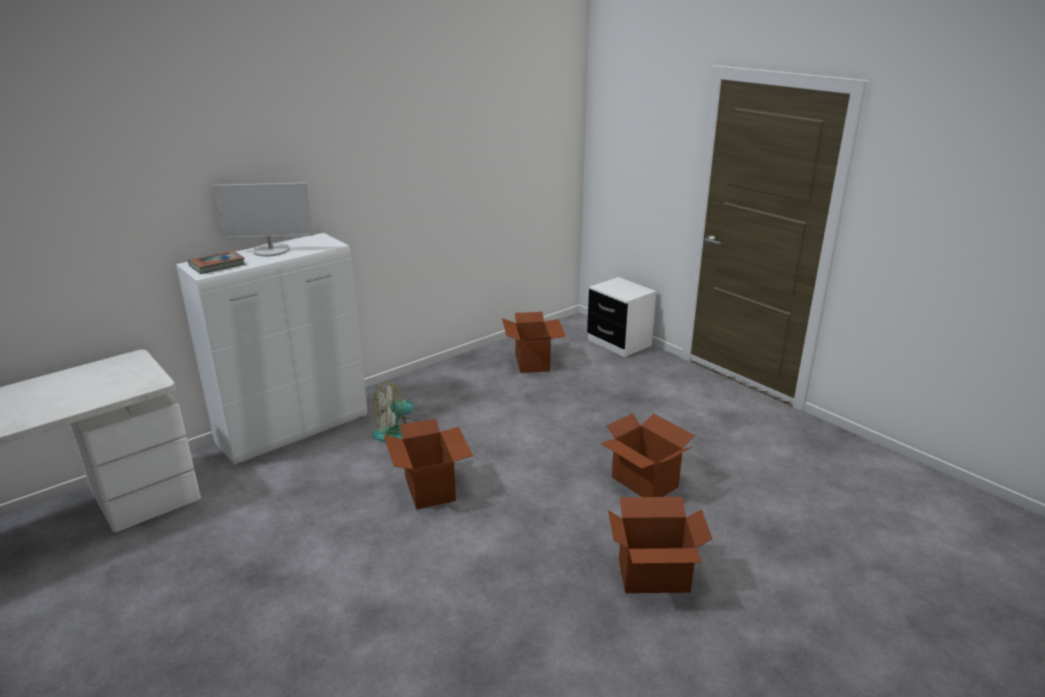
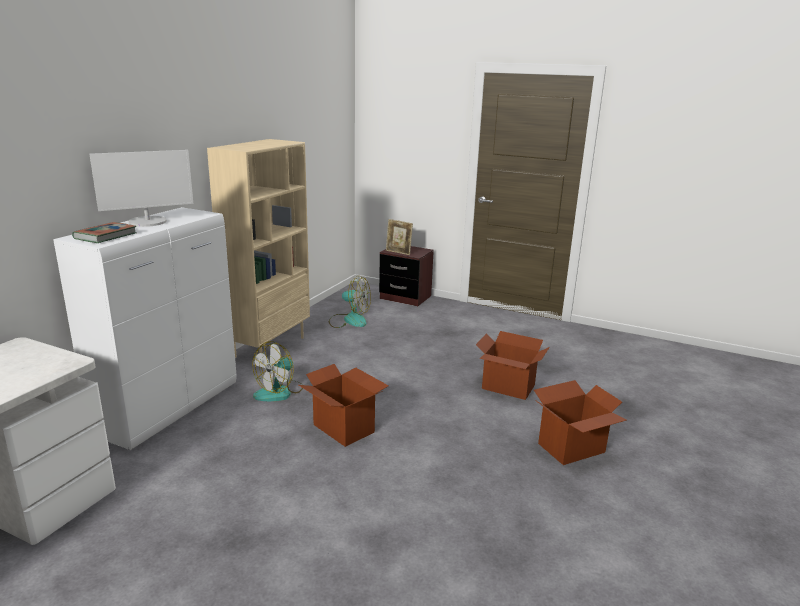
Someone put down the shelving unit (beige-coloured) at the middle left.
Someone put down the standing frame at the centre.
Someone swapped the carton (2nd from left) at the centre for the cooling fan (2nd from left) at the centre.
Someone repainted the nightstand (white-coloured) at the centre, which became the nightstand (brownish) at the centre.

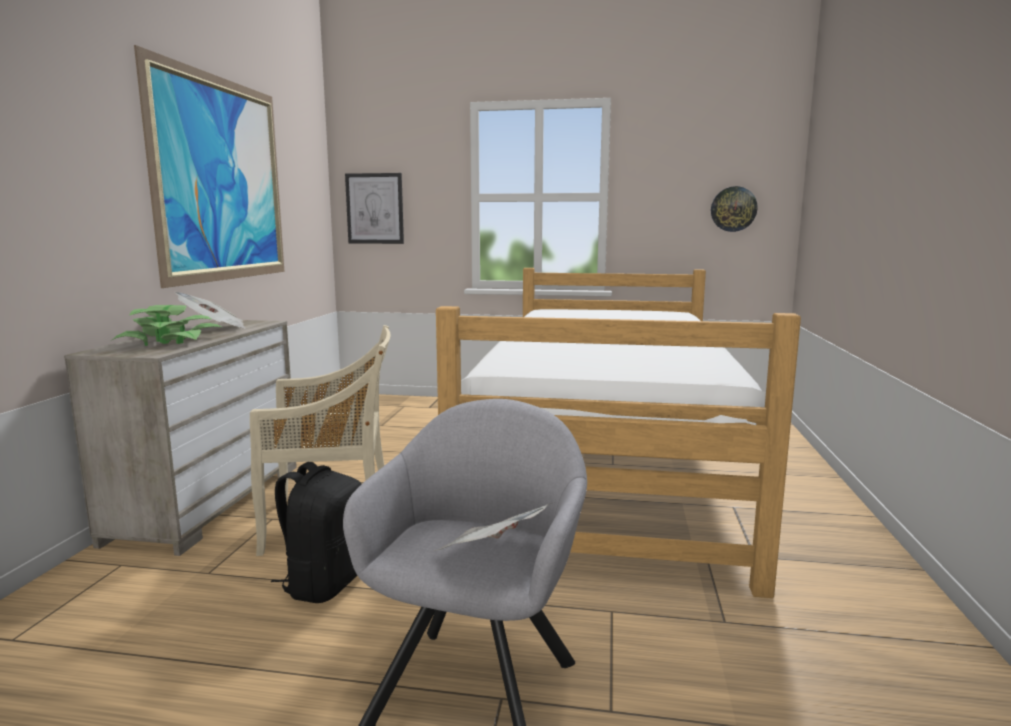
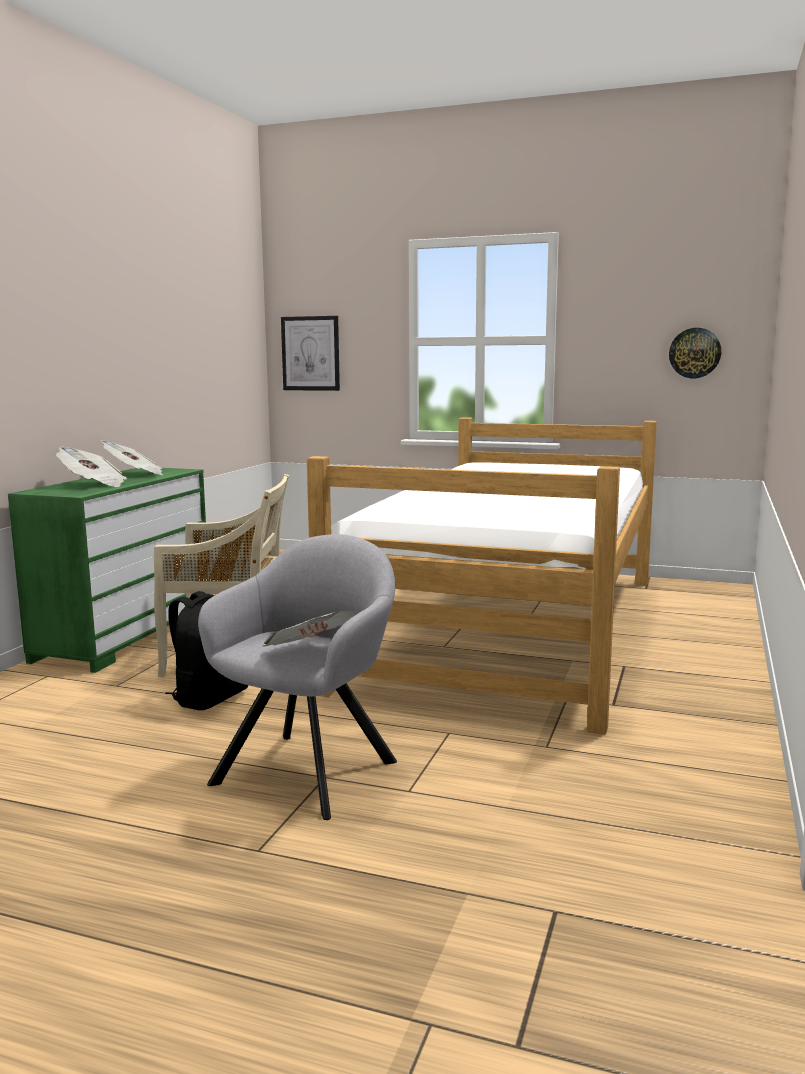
Someone took away the wall art (1st from left) at the top left.
Someone swapped the plant in a pot at the middle left for the daily paper (1st from left) at the middle left.
Someone repainted the chest of drawers (beige-coloured) at the middle left, which became the chest of drawers (green) at the middle left.

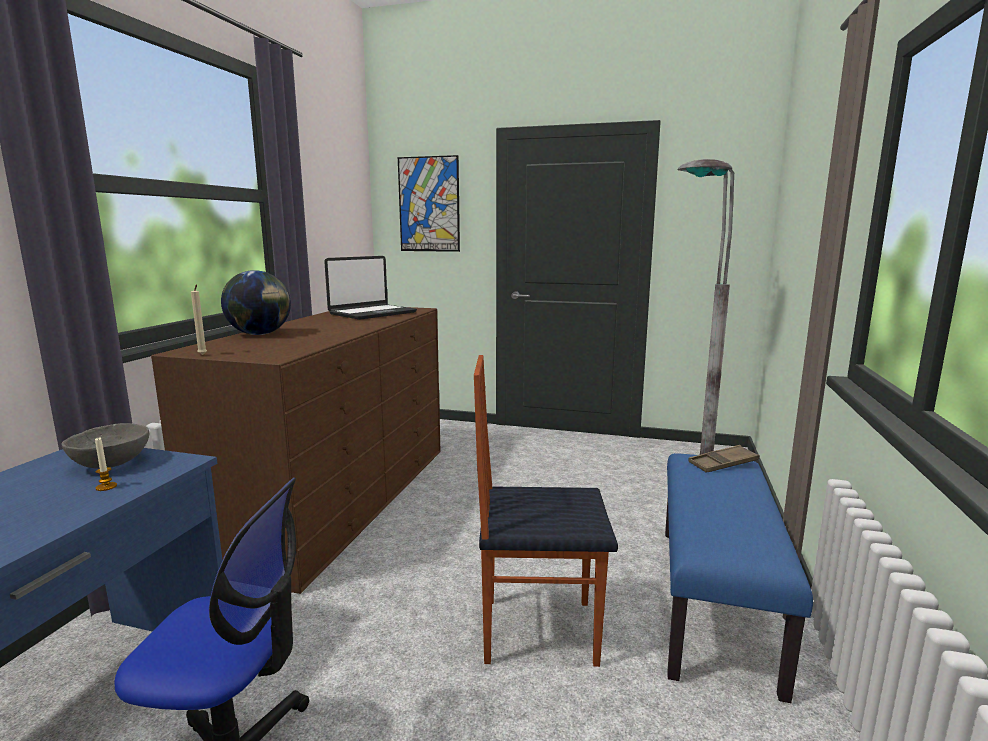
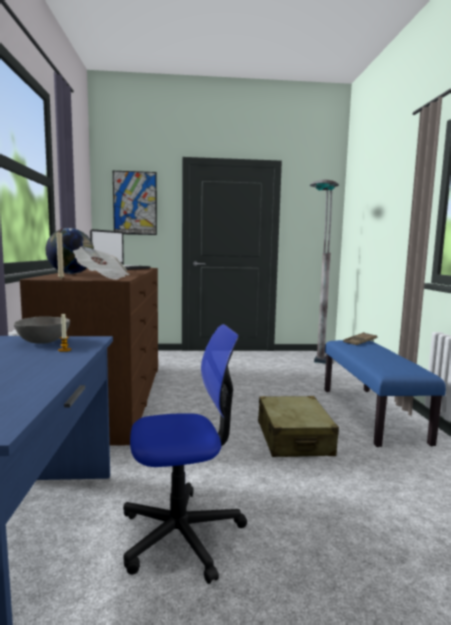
Someone put down the daily paper at the middle left.
Someone swapped the upright chair at the bottom centre for the piece of luggage (beige-coloured) at the bottom centre.

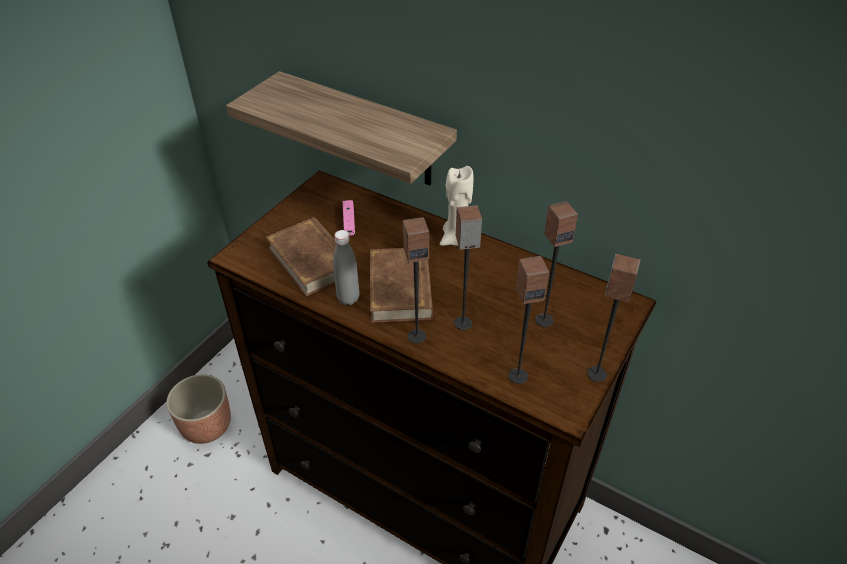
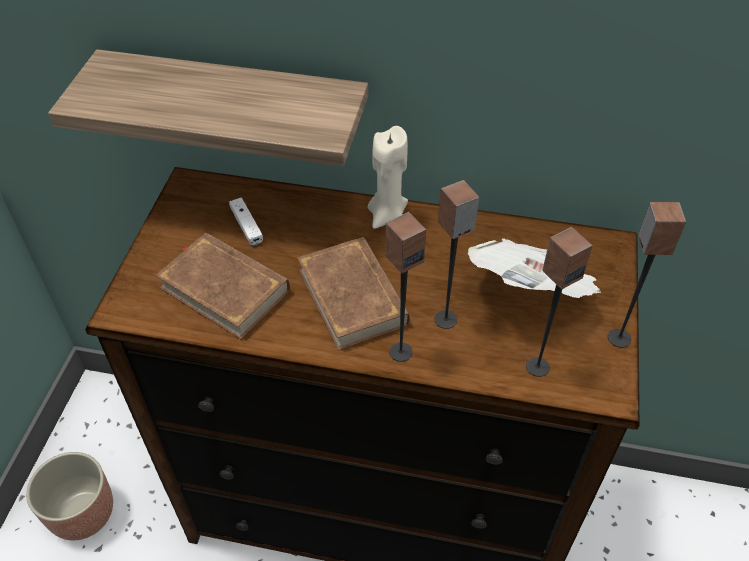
Someone took away the bottle (grey) at the centre.
Someone swapped the audio speaker (4th from left) at the centre for the daily paper at the middle right.
Someone repainted the game controller (pink) at the centre, which became the game controller (white-coloured) at the middle left.

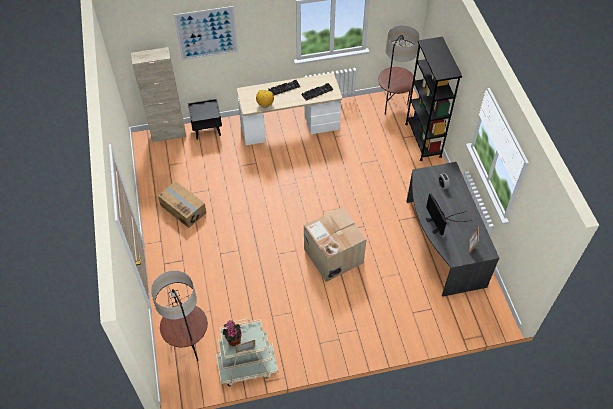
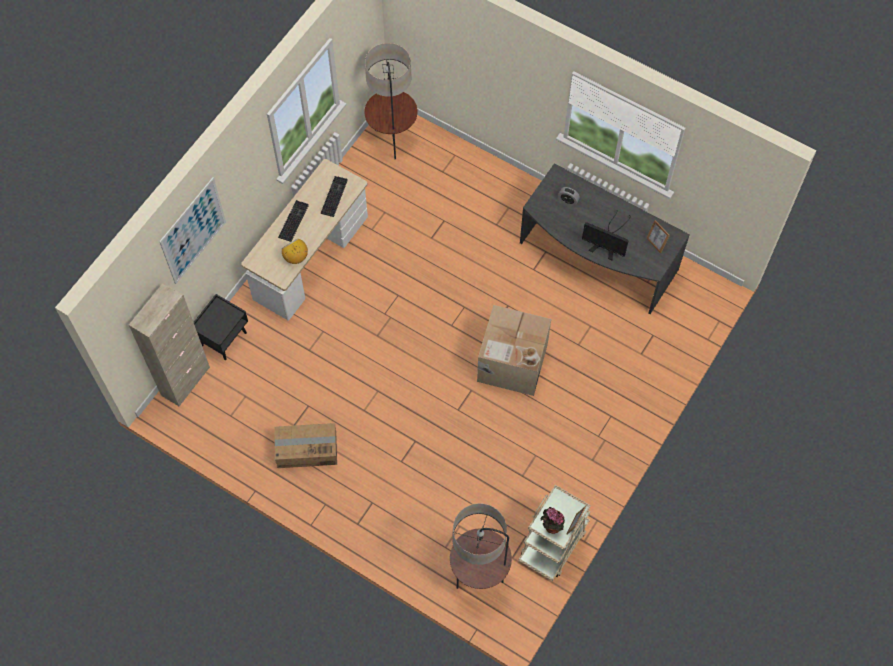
Someone took away the shelving unit (black-coloured) at the top right.

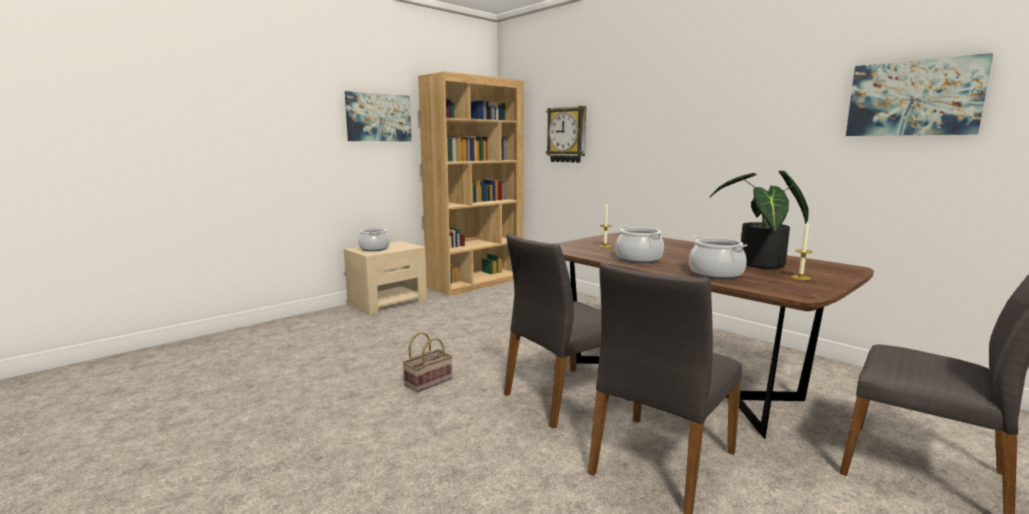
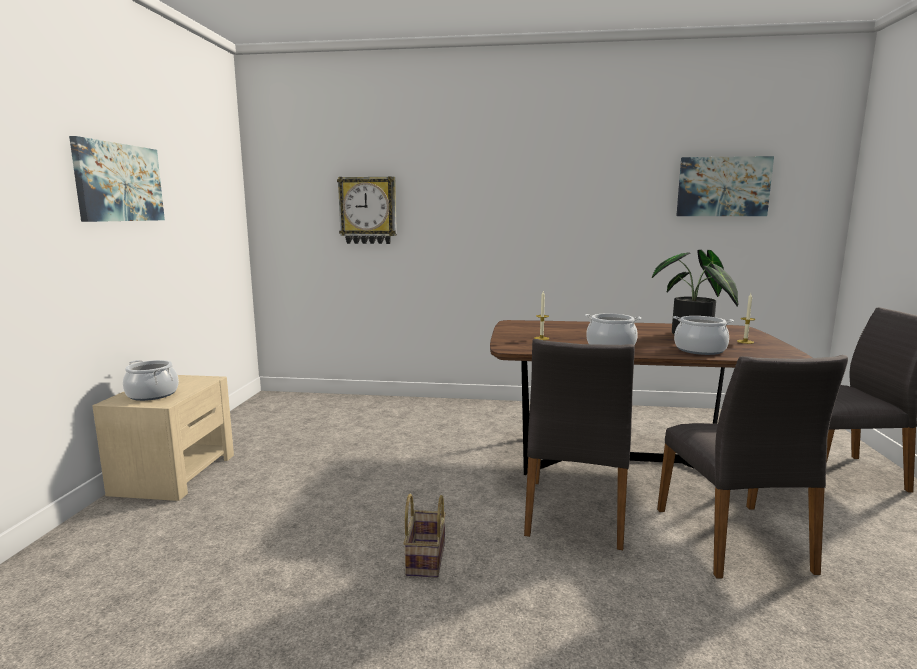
Someone took away the shelving unit (brownish) at the centre.

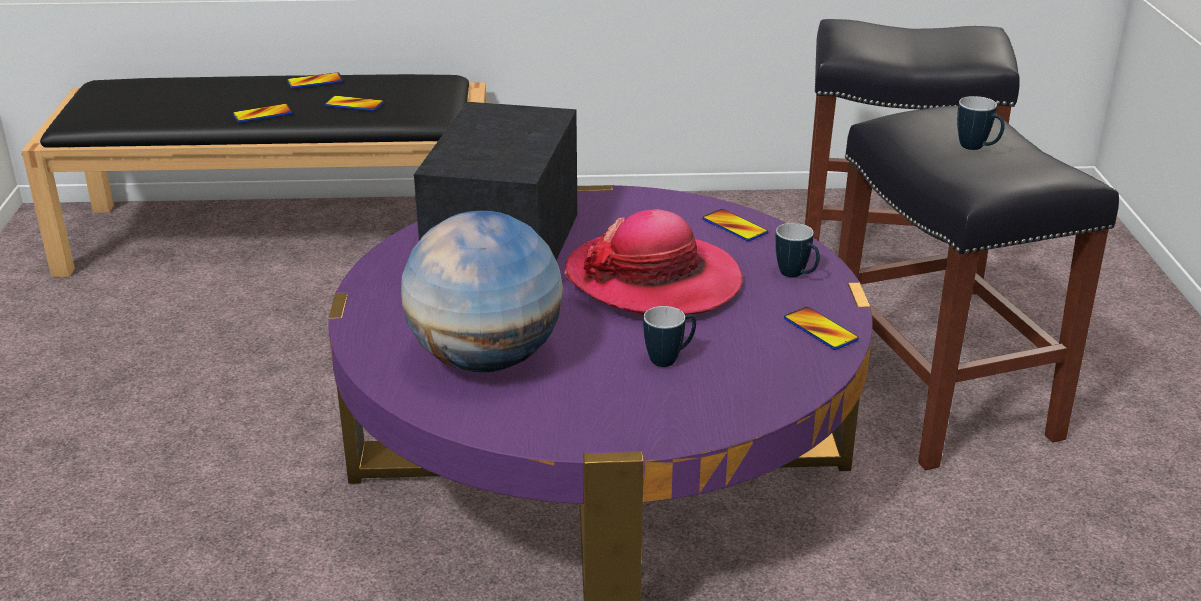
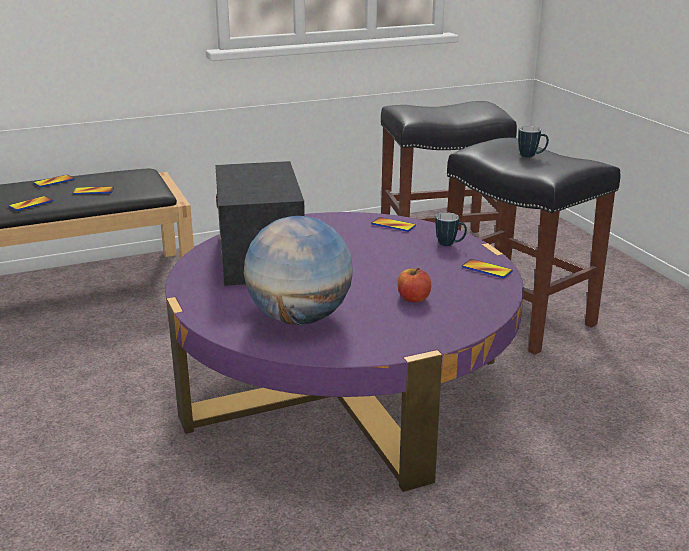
Someone took away the clothing hat at the centre.
Someone swapped the mug (1st from left) at the centre for the whole apple at the centre.

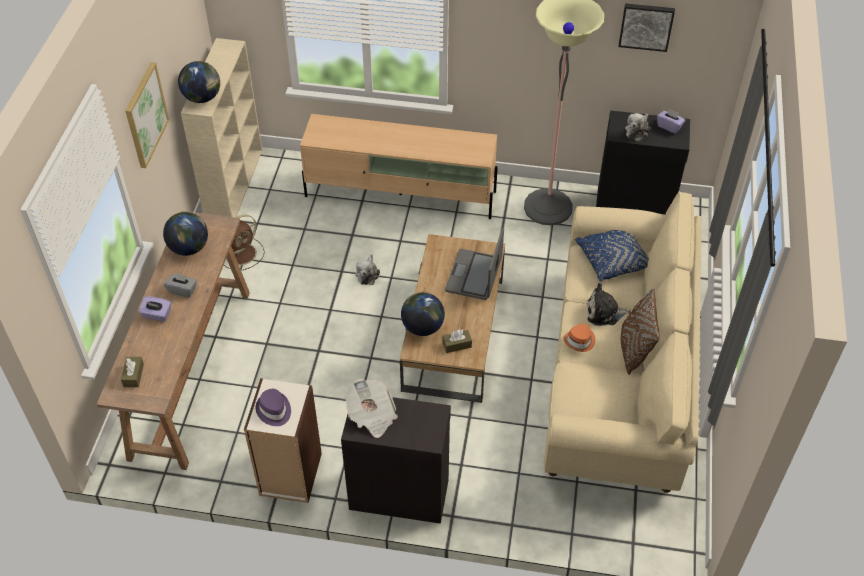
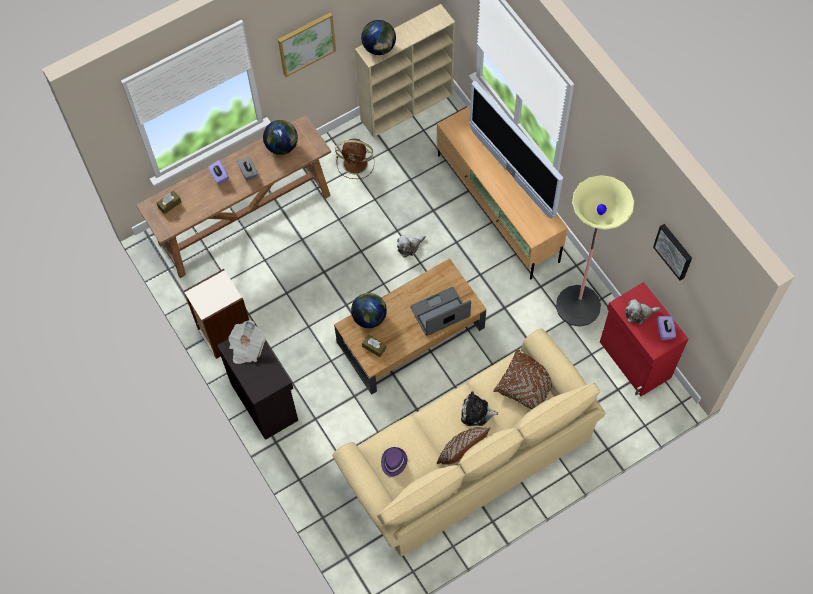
Someone took away the clothing hat (orange) at the middle right.
Someone put down the TV set at the top centre.
Someone carried the clothing hat (purplish) from the bottom left to the bottom centre.
Someone repainted the pillow (bluish) at the middle right, which became the pillow (brownish) (2nd from left) at the centre.
Someone repainted the storage cabinet (black-coloured) (2nd from left) at the top right, which became the storage cabinet (red) at the middle right.
Someone rotated the soft toy (2nd from left) at the middle right by 45 degrees counterclockwise.

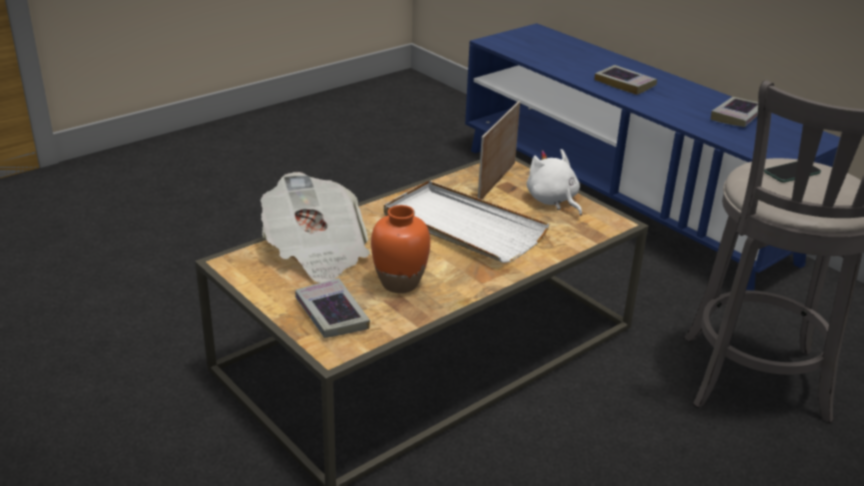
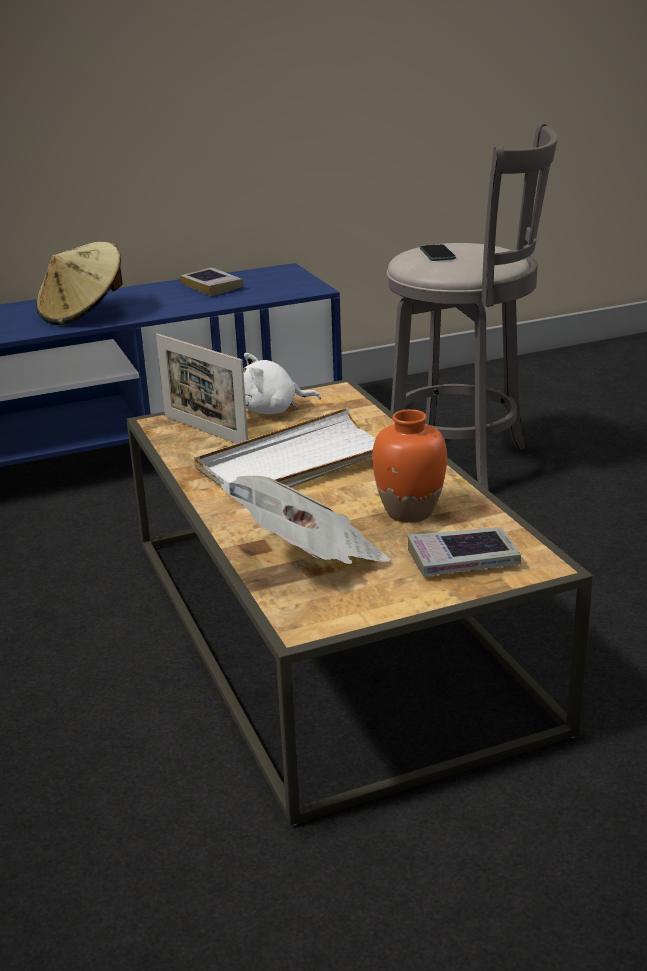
Someone swapped the volume (2nd from left) at the top right for the clothing hat (beige-coloured) at the top left.

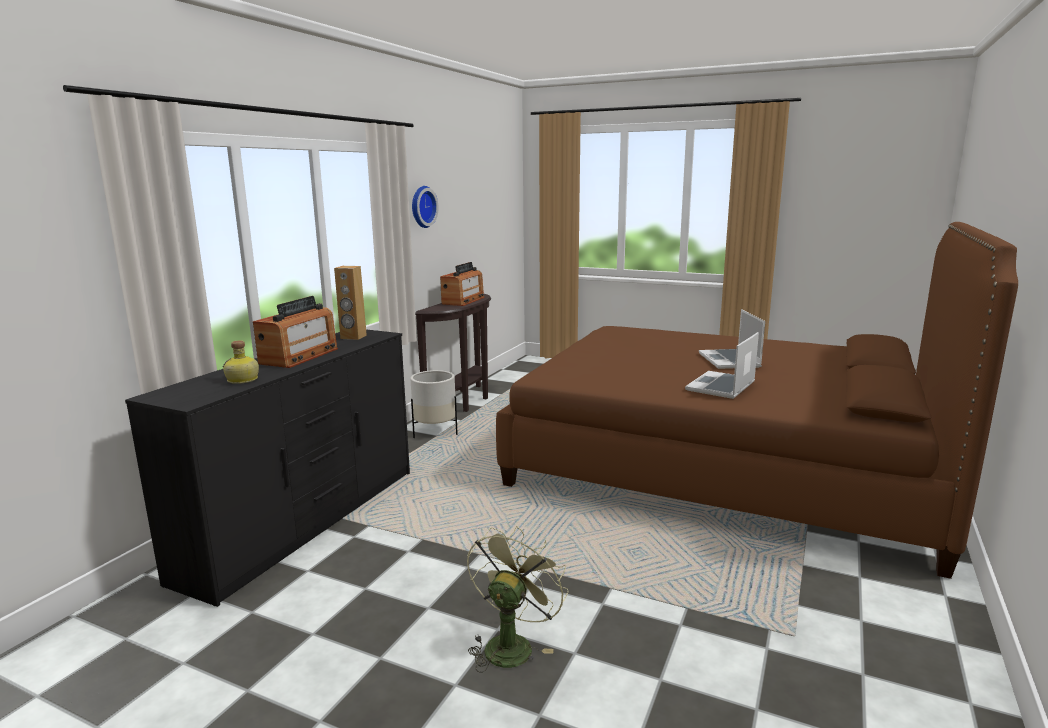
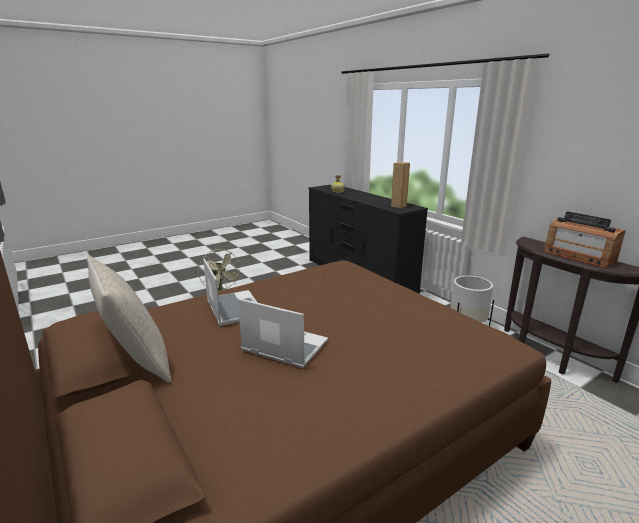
Someone took away the radio (1st from left) at the middle left.
Someone took away the hanging clock at the top centre.
Someone put down the pillow (beige-coloured) at the middle left.

